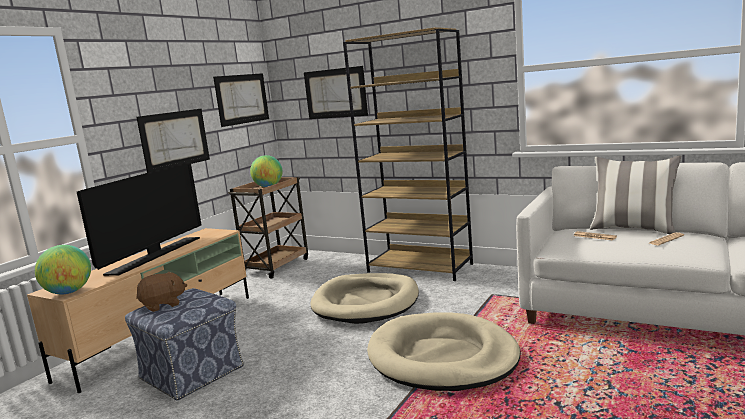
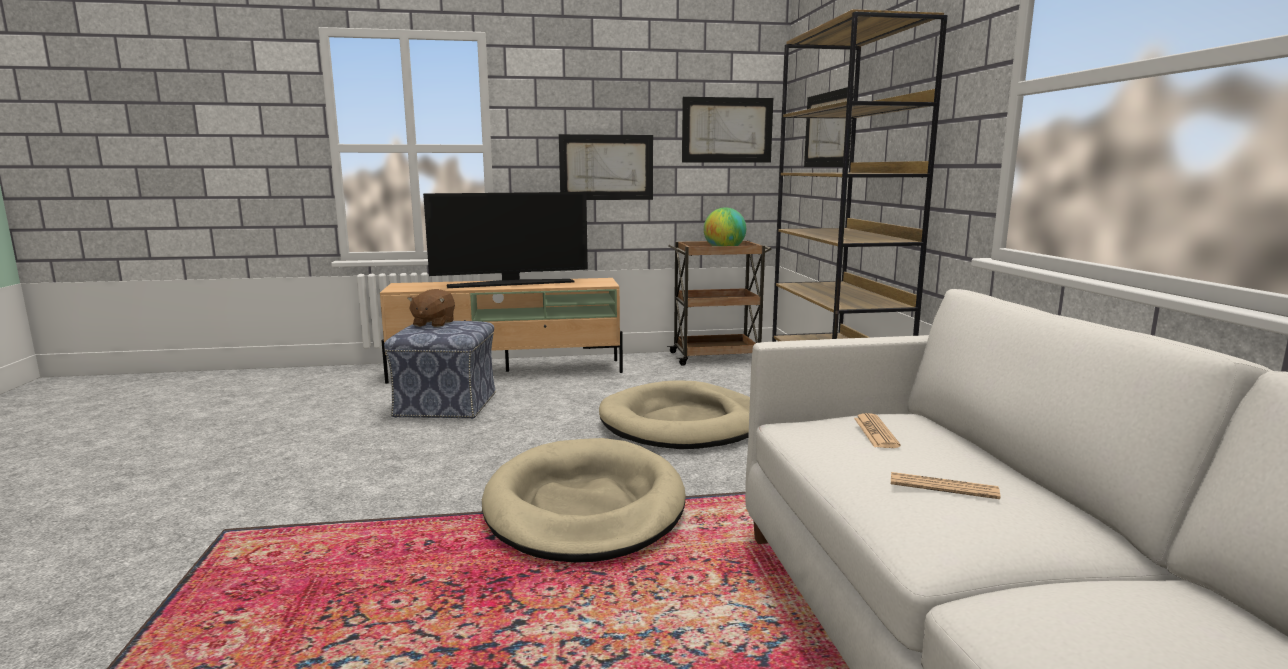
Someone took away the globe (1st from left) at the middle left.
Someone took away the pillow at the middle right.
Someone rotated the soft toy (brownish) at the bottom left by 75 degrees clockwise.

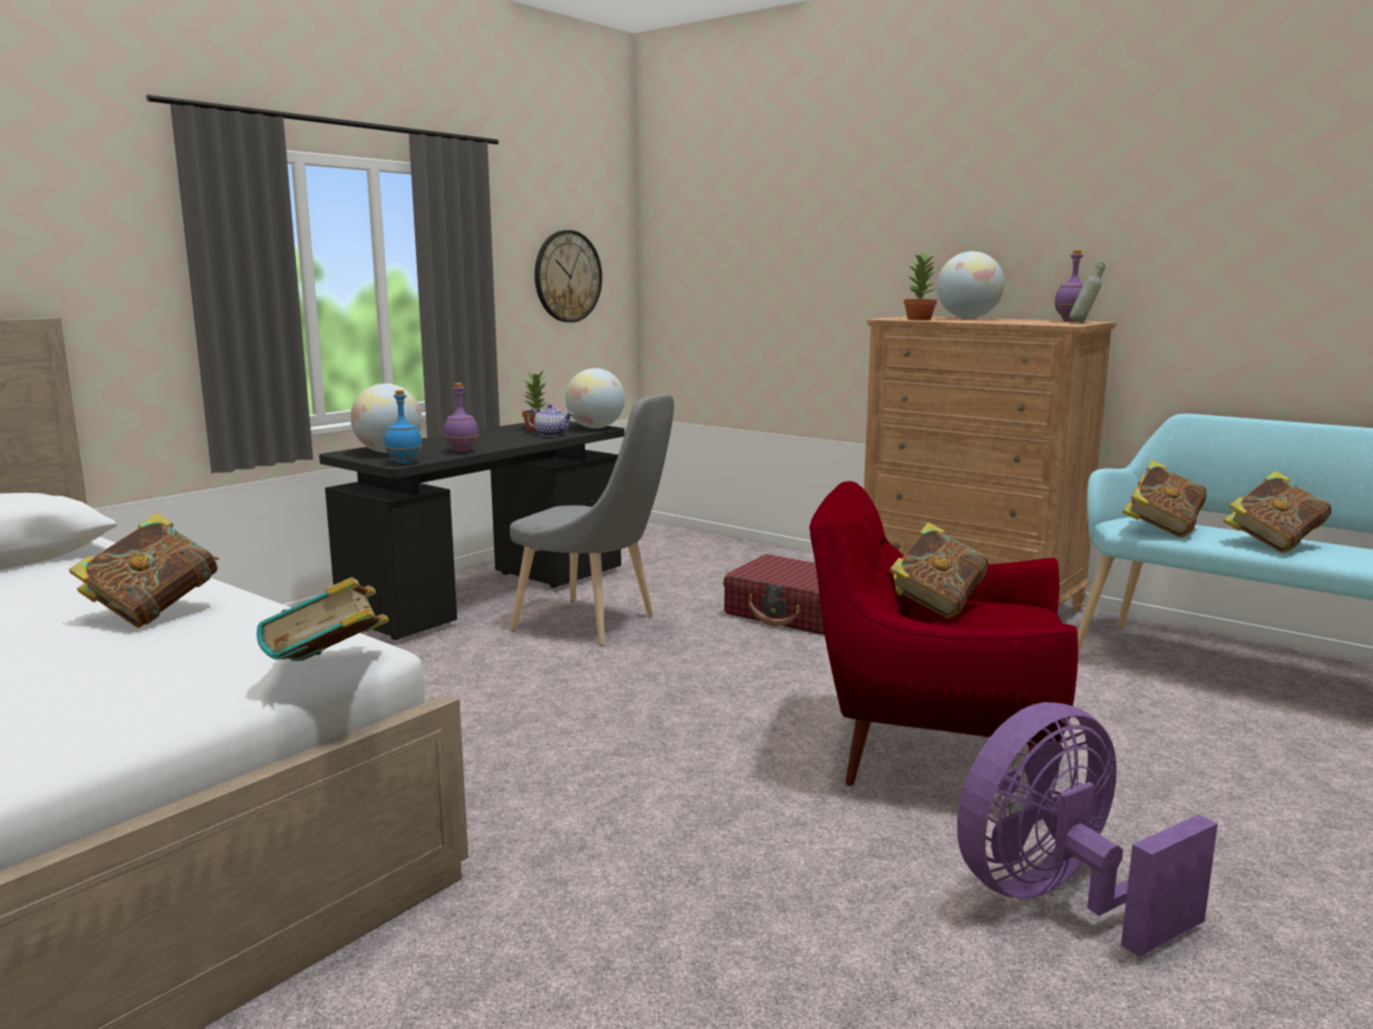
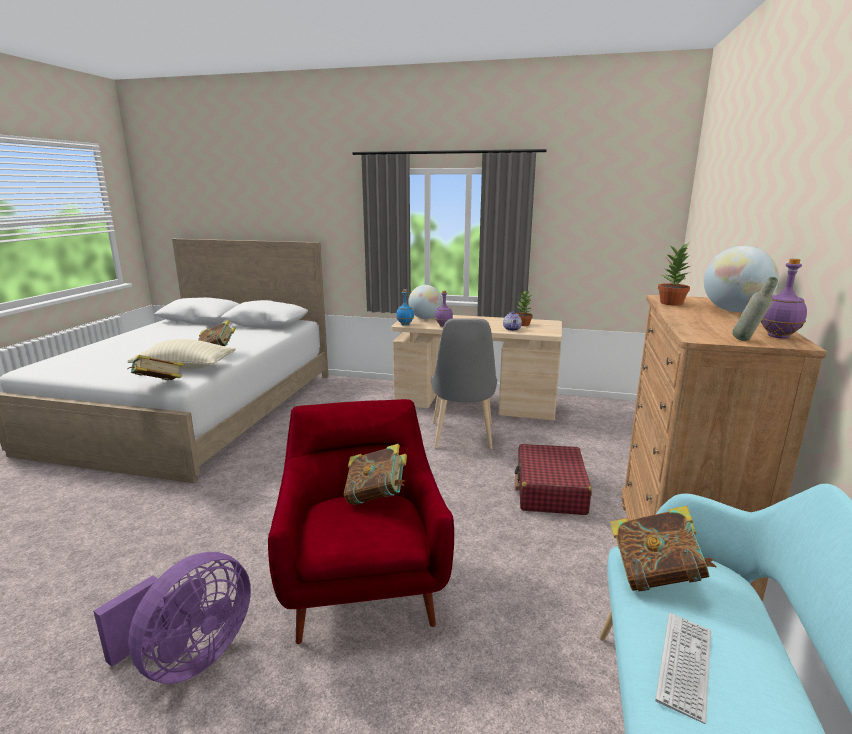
Someone took away the hanging clock at the top centre.
Someone took away the globe (2nd from left) at the centre.
Someone put down the pillow (beige-coloured) at the middle left.
Someone swapped the volume (5th from left) at the middle right for the keyboard at the bottom right.
Someone repainted the desk (black-coloured) at the centre, which became the desk (beige-coloured) at the centre.
Someone rotated the cooling fan (purplish) at the bottom right by 90 degrees clockwise.

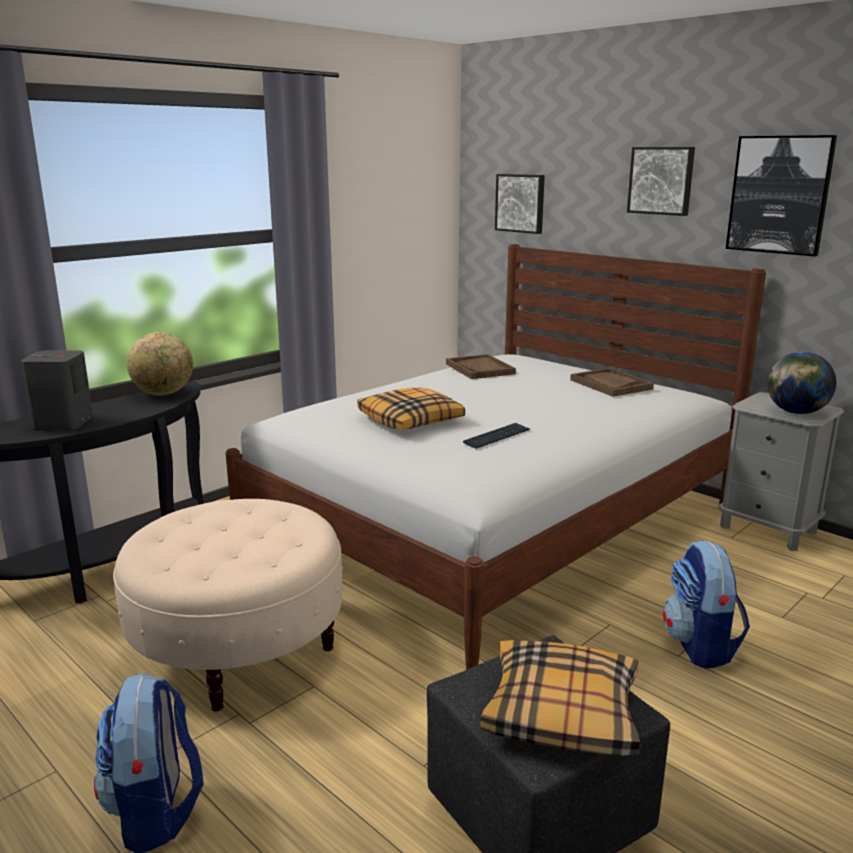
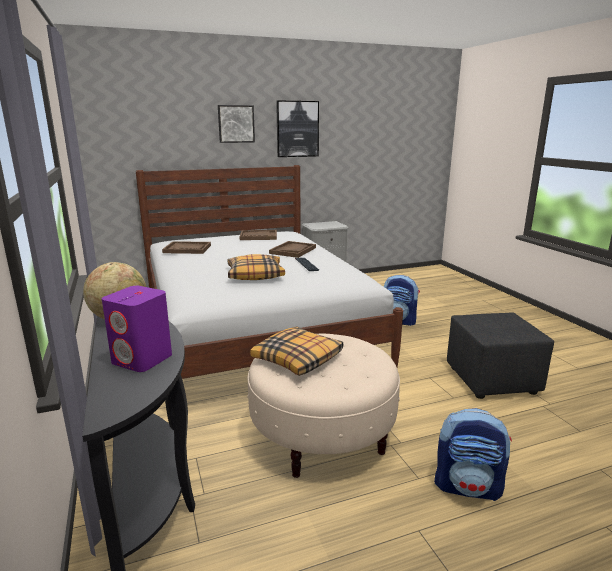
Someone took away the wall art (1st from left) at the top centre.
Someone took away the globe (2nd from left) at the middle right.
Someone put down the carrying tray (brownish) (3rd from left) at the centre.
Someone carried the pillow (2nd from left) from the bottom centre to the centre.
Someone repainted the audio speaker (grey) at the middle left, which became the audio speaker (purplish) at the middle left.

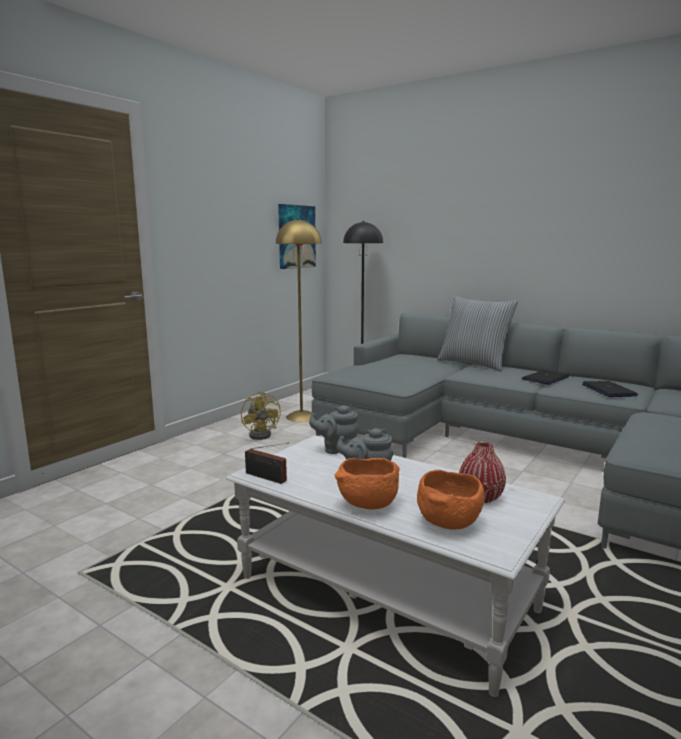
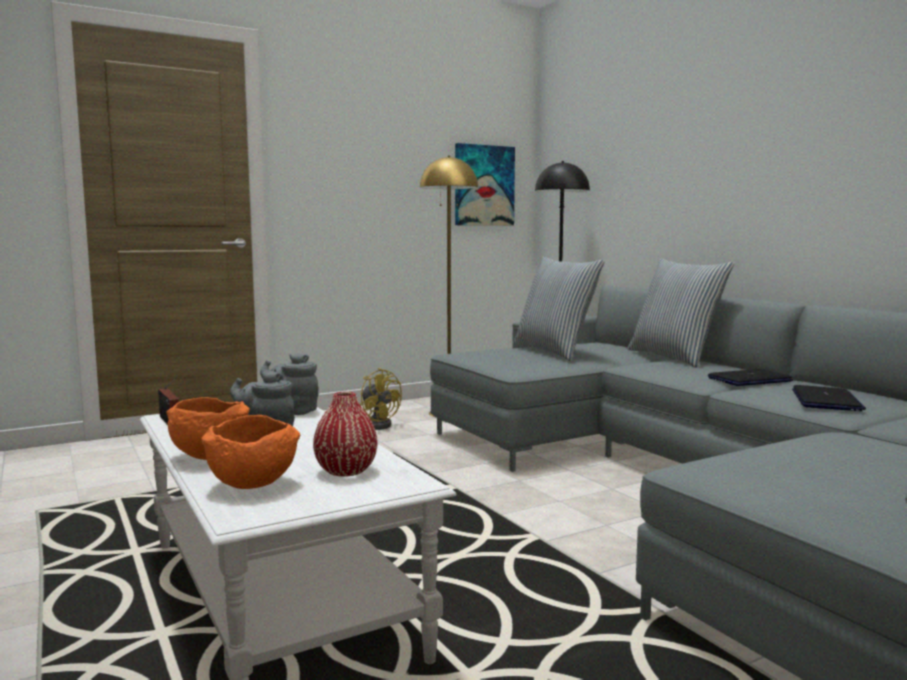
Someone put down the pillow (1st from left) at the centre.
Someone rotated the cooling fan (yellow) at the centre by 45 degrees counterclockwise.

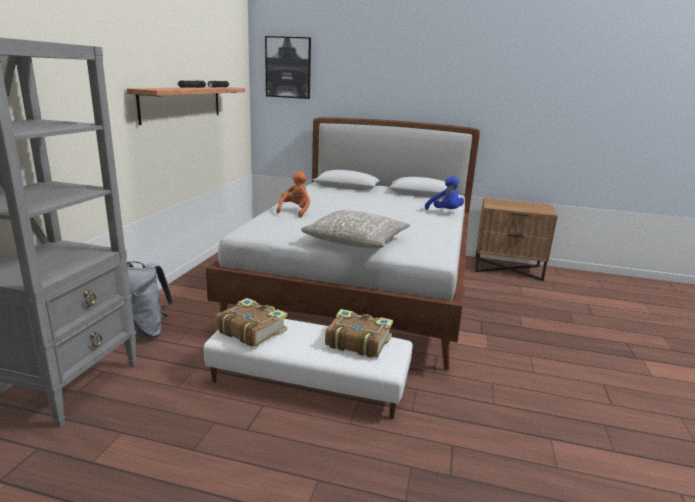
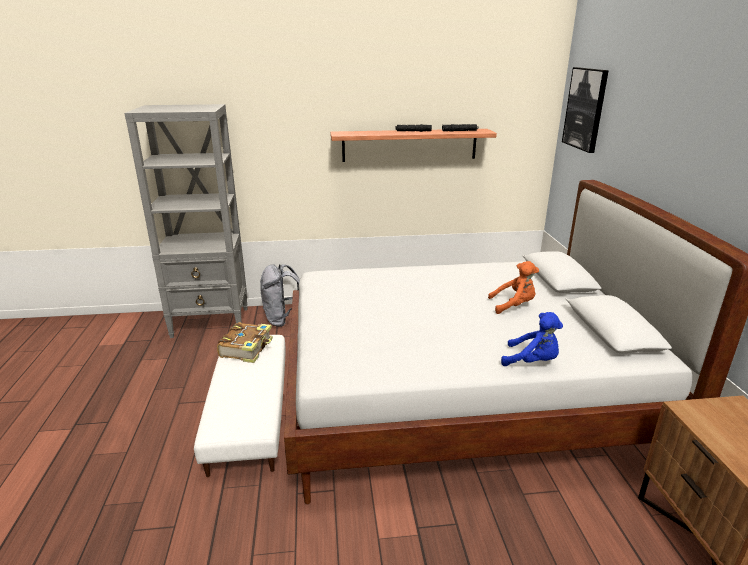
Someone took away the pillow (grey) at the centre.
Someone took away the volume (2nd from left) at the centre.
Someone carried the soft toy (orange) from the centre to the middle right.
Someone rotated the soft toy (bluish) at the centre by 105 degrees counterclockwise.

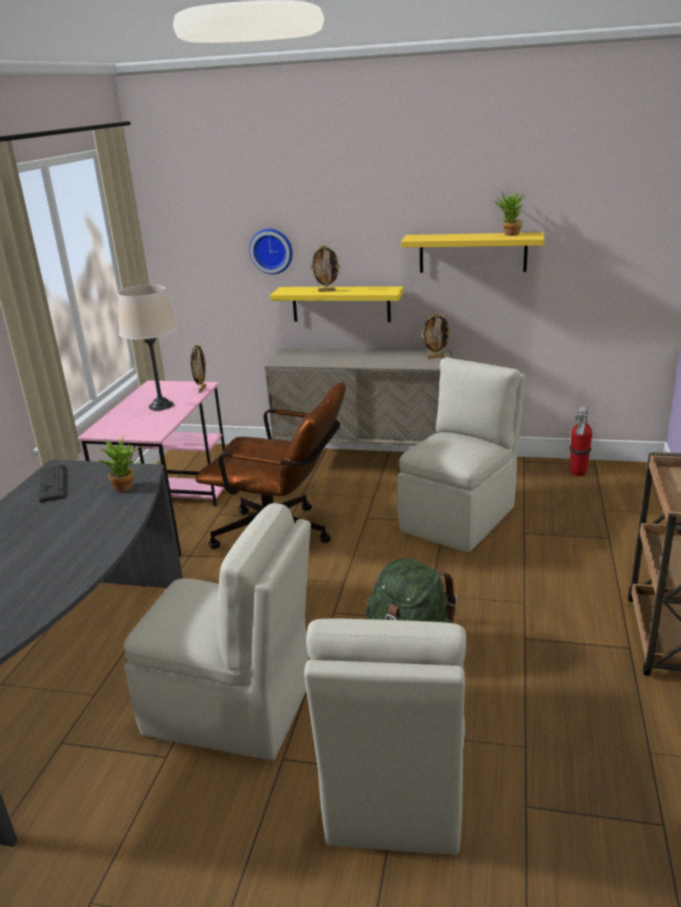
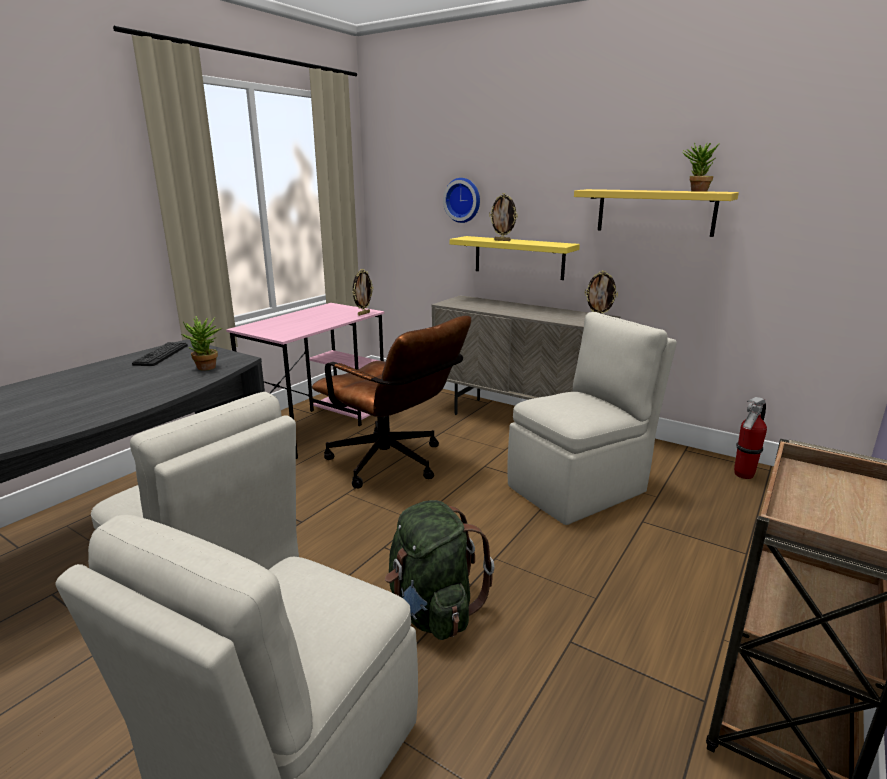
Someone took away the lamp for a table (beige-coloured) at the middle left.

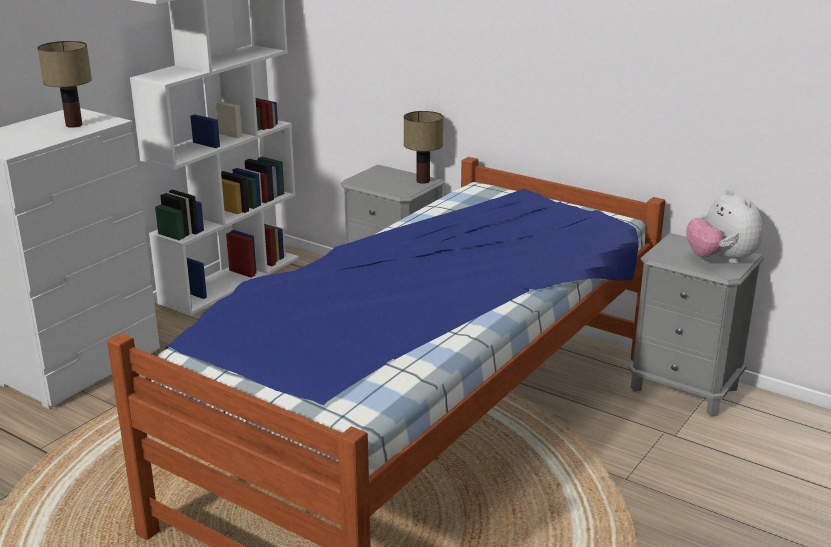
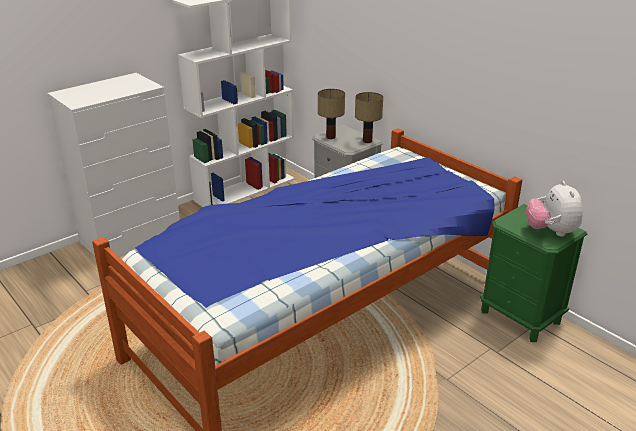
Someone carried the lamp for a table (1st from left) from the top left to the top centre.
Someone repainted the nightstand (grey) (2nd from left) at the middle right, which became the nightstand (green) at the middle right.

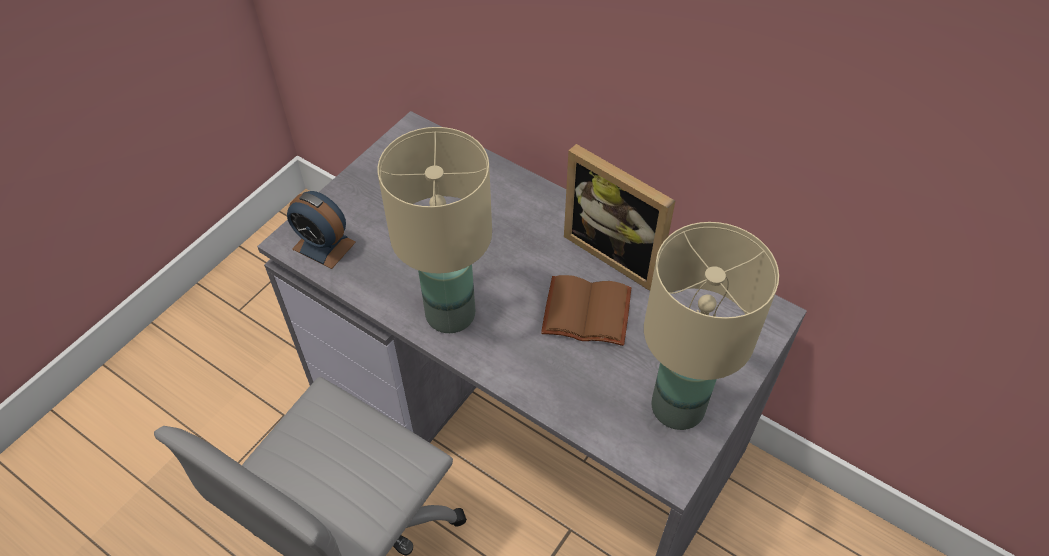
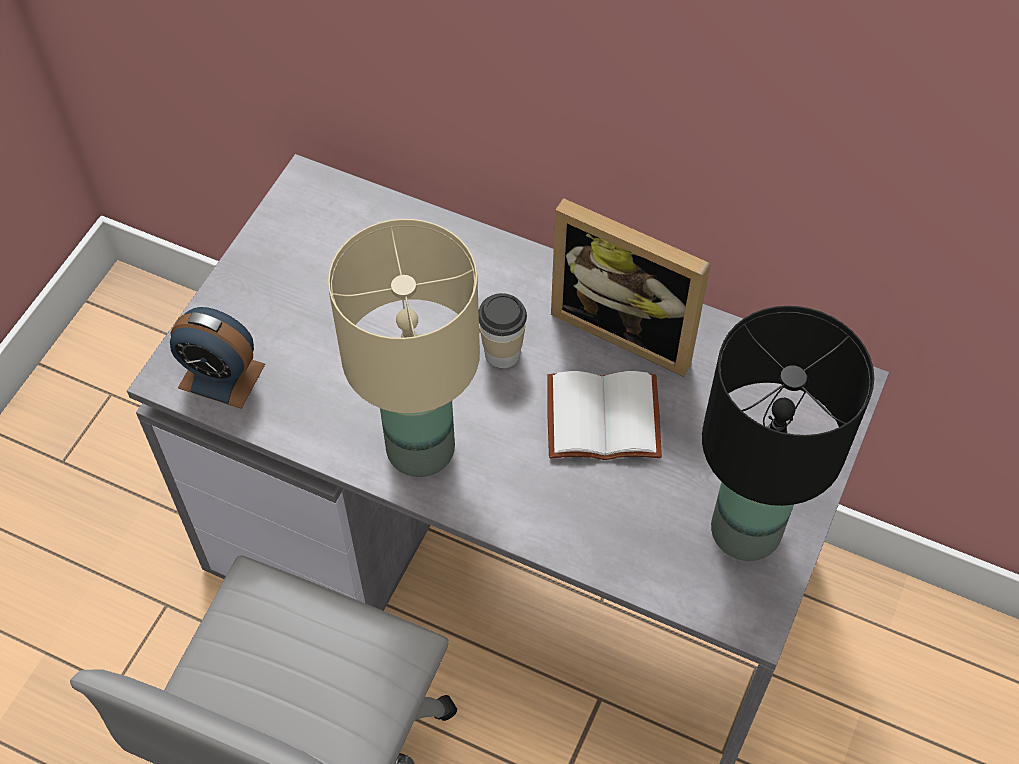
Someone put down the cup at the centre.
Someone repainted the volume (brownish) at the centre, which became the volume (white-coloured) at the centre.
Someone repainted the lamp for a table (beige-coloured) (2nd from left) at the middle right, which became the lamp for a table (black-coloured) at the middle right.

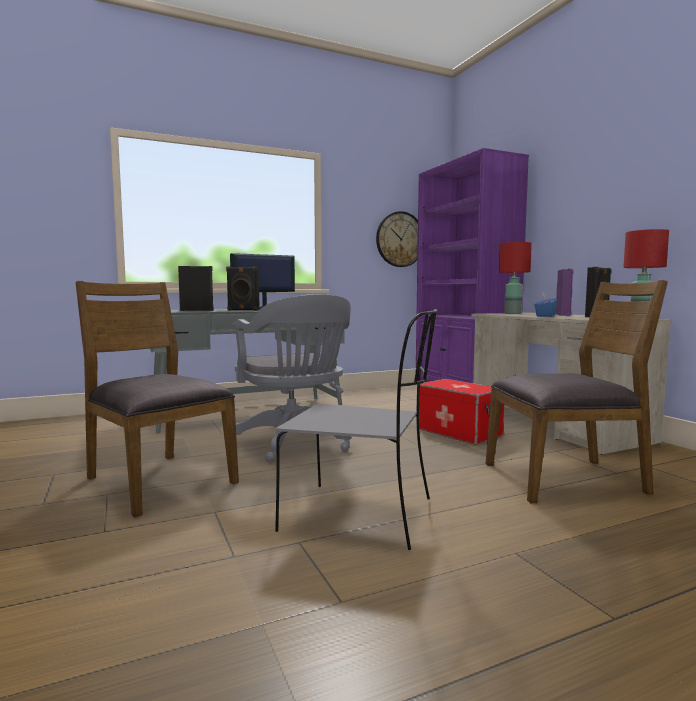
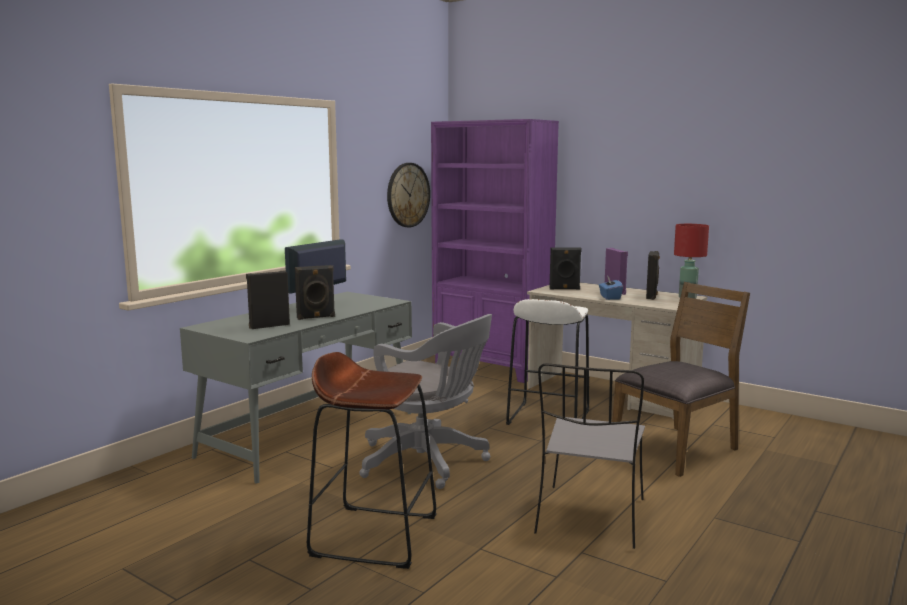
Someone swapped the upright chair (brownish) (1st from left) at the middle left for the sitting stool (brownish) at the bottom centre.
Someone swapped the storage box at the centre for the sitting stool (white-coloured) at the centre.
Someone swapped the lamp for a table (red) (1st from left) at the middle right for the audio speaker (black-coloured) (3rd from left) at the centre.
Someone rotated the upright chair (grey) at the centre by 120 degrees clockwise.

